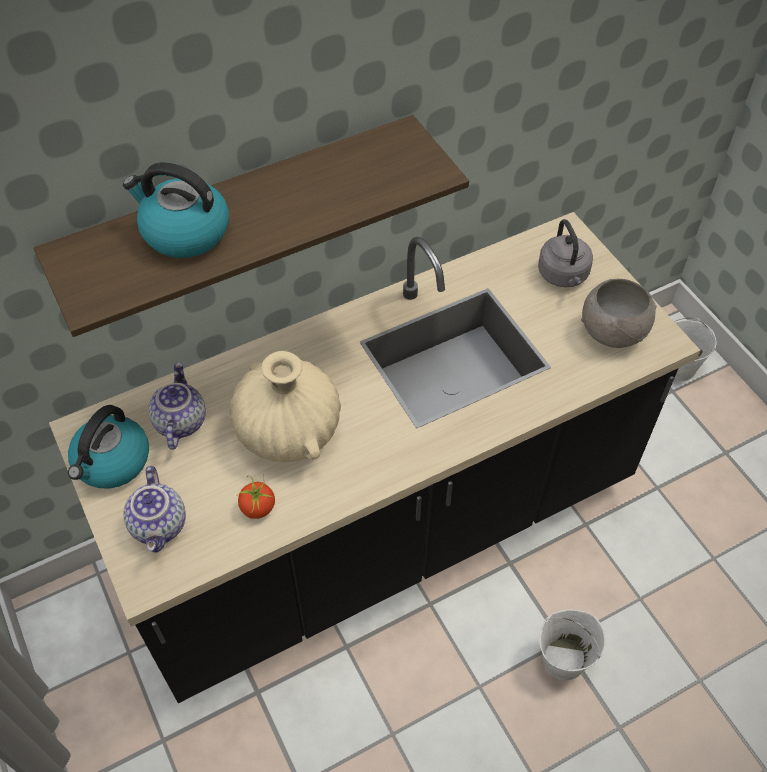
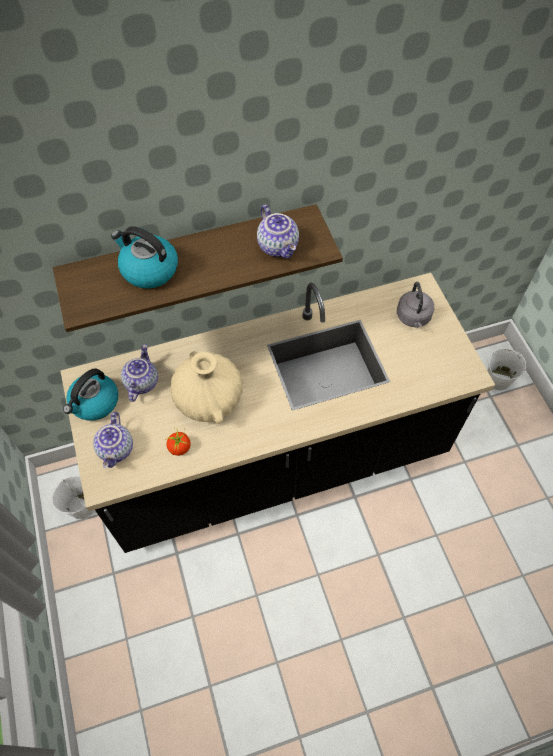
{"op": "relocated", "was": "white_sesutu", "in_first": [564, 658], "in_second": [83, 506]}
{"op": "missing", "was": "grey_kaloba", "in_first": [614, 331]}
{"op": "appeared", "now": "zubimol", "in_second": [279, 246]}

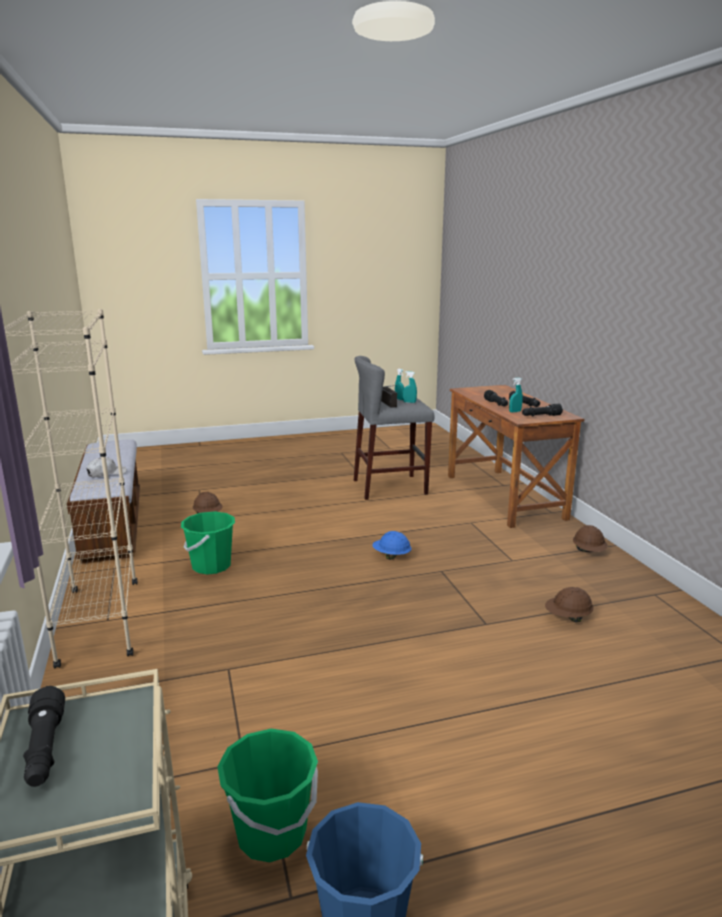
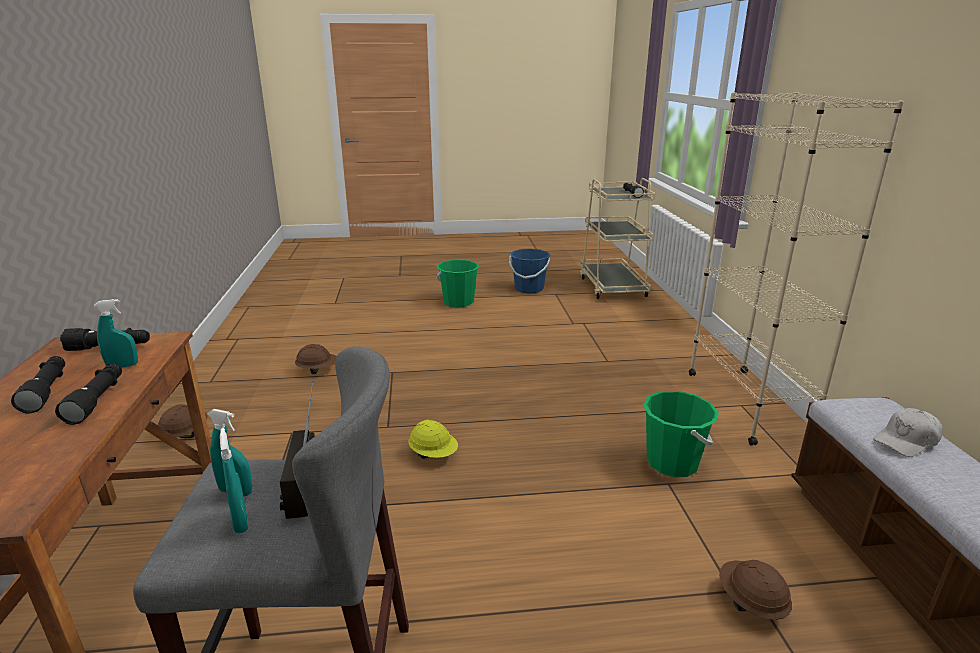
{"op": "relocated", "was": "green_sesutu", "in_first": [272, 833], "in_second": [458, 302]}
{"op": "colour", "was": "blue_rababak", "now": "yellow_rababak", "in_first": [391, 556], "in_second": [433, 454]}

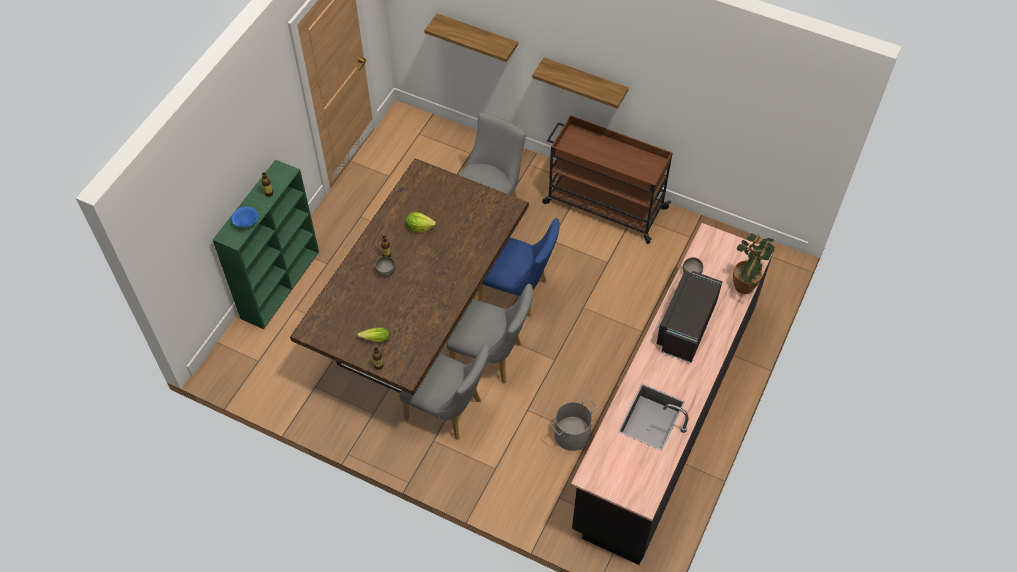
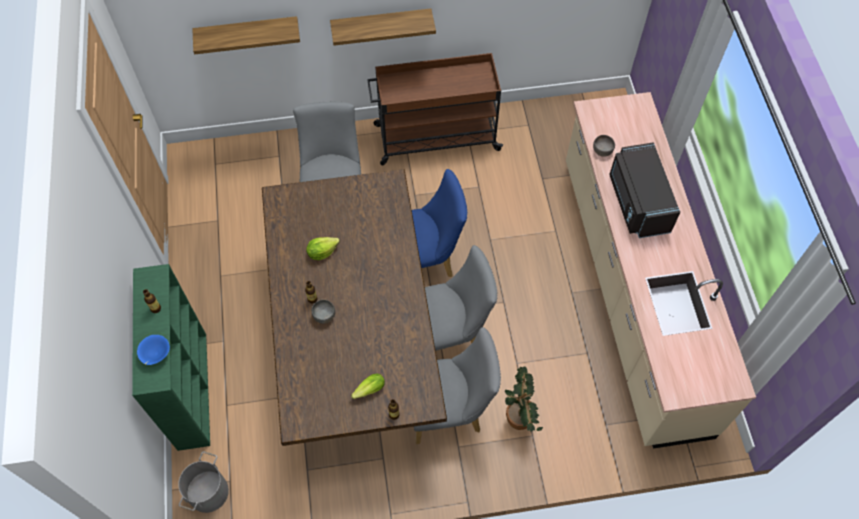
{"op": "relocated", "was": "grey_sesutu", "in_first": [571, 434], "in_second": [207, 492]}
{"op": "colour", "was": "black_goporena", "now": "beige_goporena", "in_first": [665, 415], "in_second": [631, 292]}
{"op": "relocated", "was": "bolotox", "in_first": [747, 283], "in_second": [520, 415]}

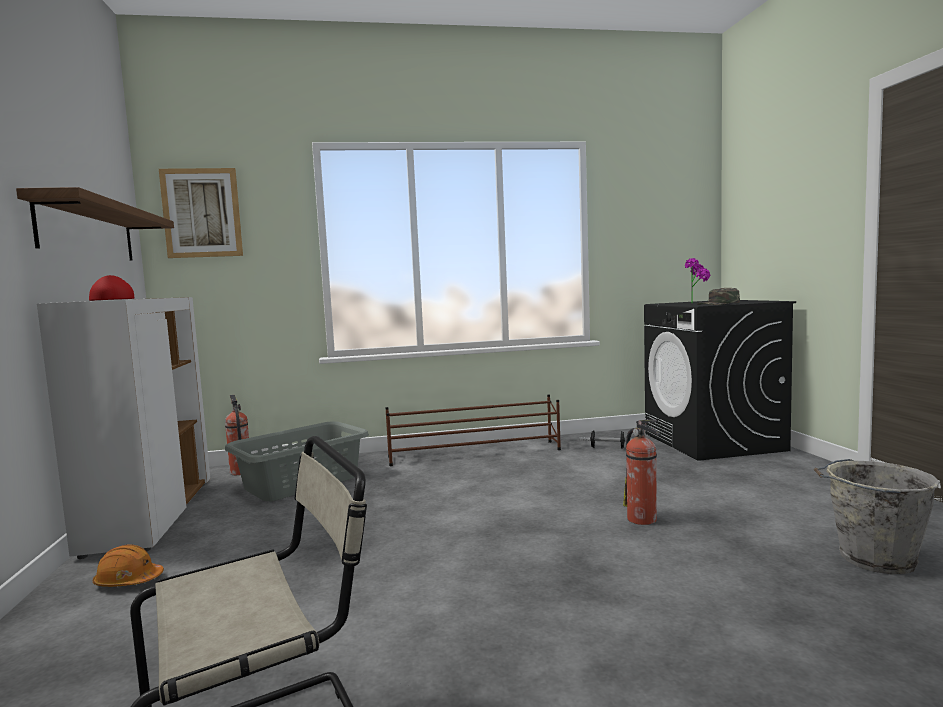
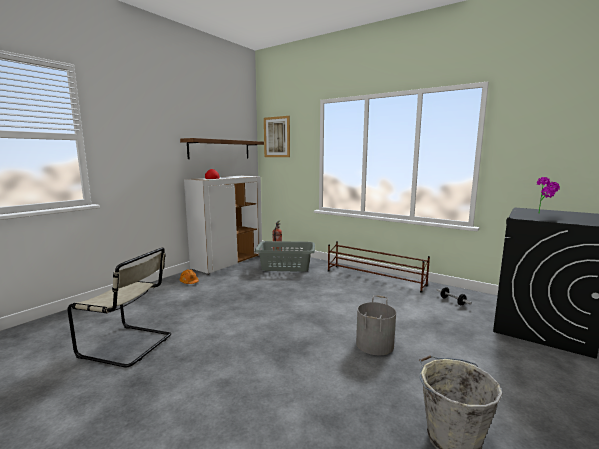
{"op": "exchanged", "was": "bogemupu", "now": "grey_sesutu", "in_first": [643, 519], "in_second": [374, 344]}
{"op": "missing", "was": "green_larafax", "in_first": [719, 304]}

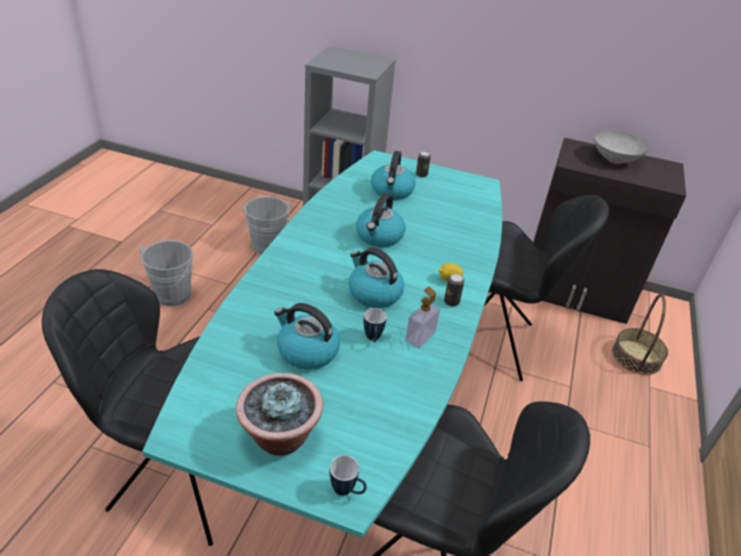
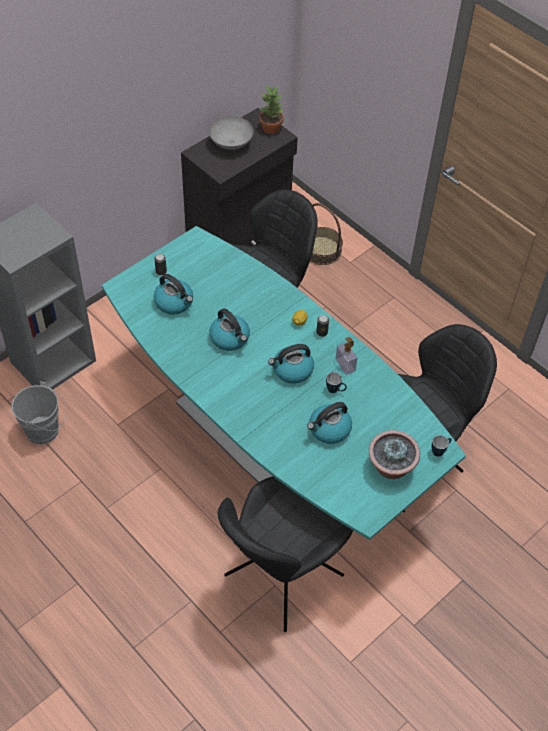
{"op": "missing", "was": "grey_sesutu", "in_first": [171, 297]}
{"op": "appeared", "now": "bolotox", "in_second": [271, 128]}

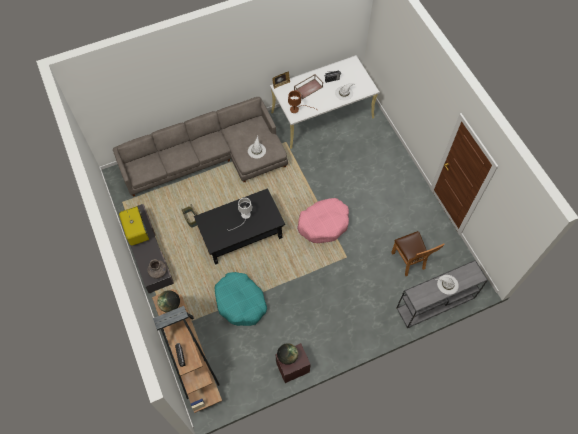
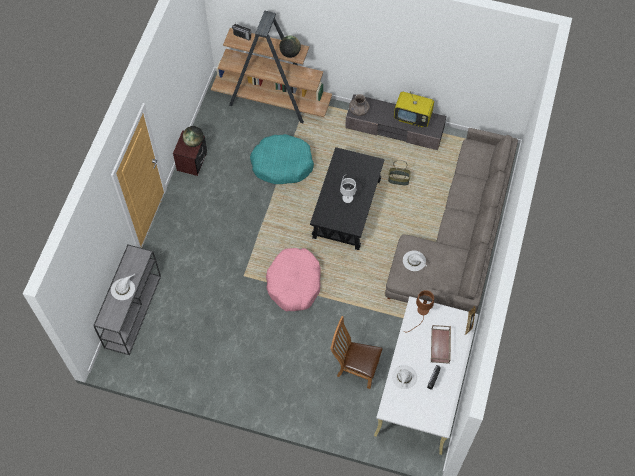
{"op": "relocated", "was": "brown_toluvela", "in_first": [409, 262], "in_second": [355, 368]}

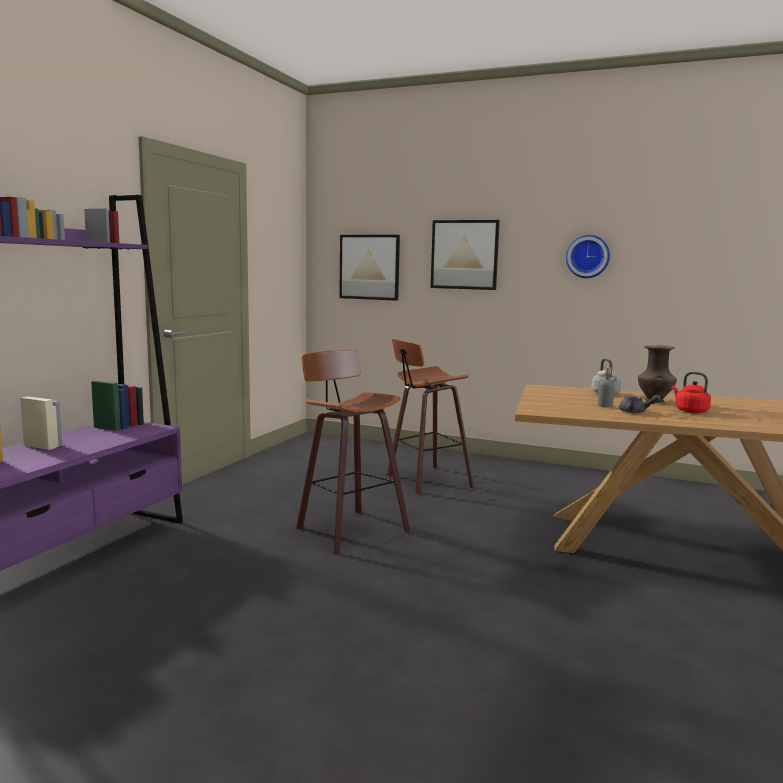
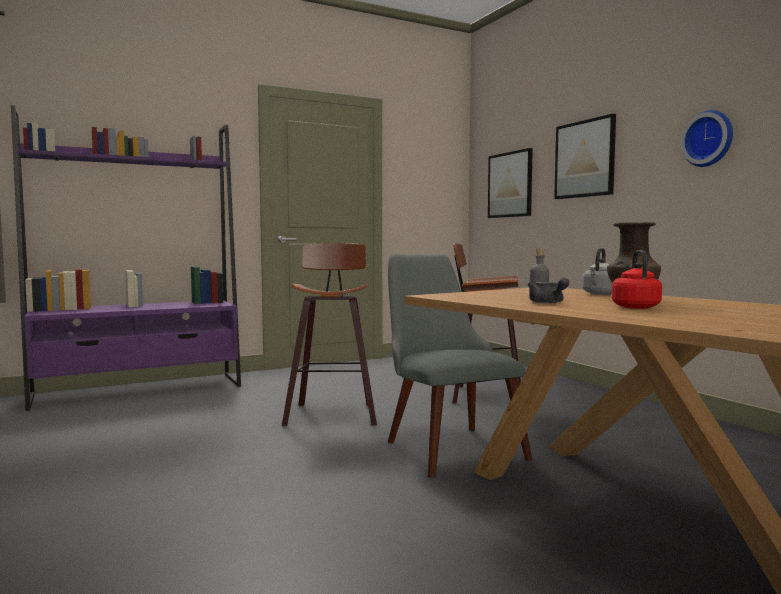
{"op": "appeared", "now": "grey_toluvela", "in_second": [445, 444]}

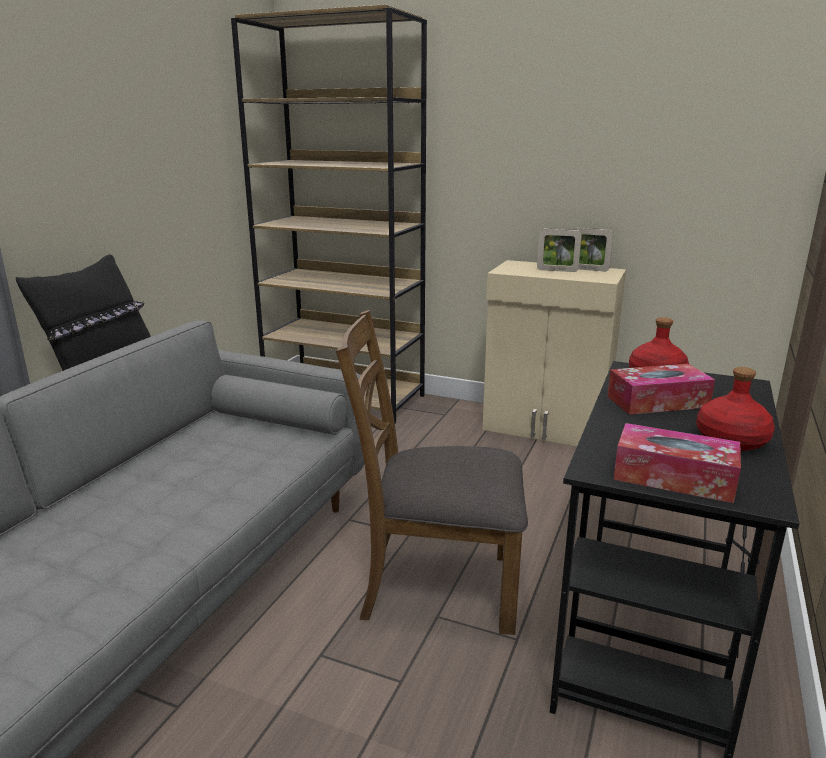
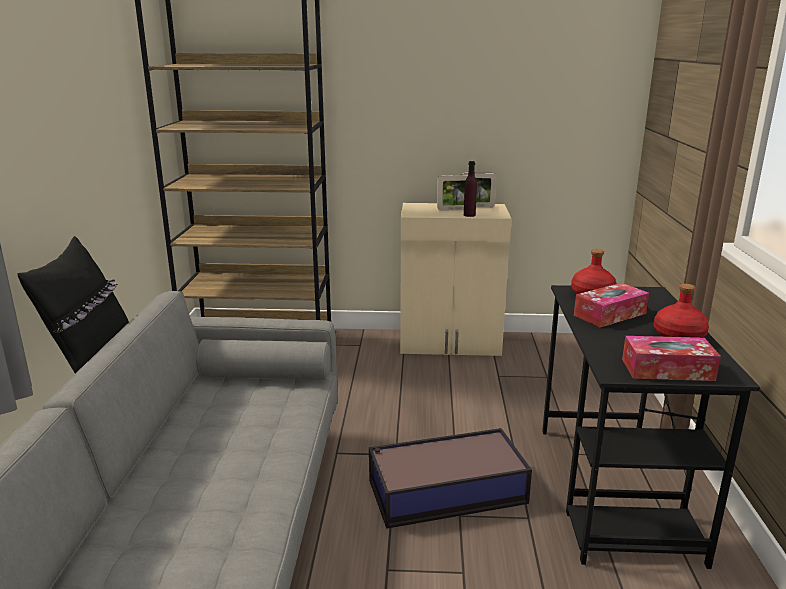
{"op": "exchanged", "was": "brown_toluvela", "now": "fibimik", "in_first": [437, 585], "in_second": [444, 491]}
{"op": "appeared", "now": "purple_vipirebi", "in_second": [469, 215]}

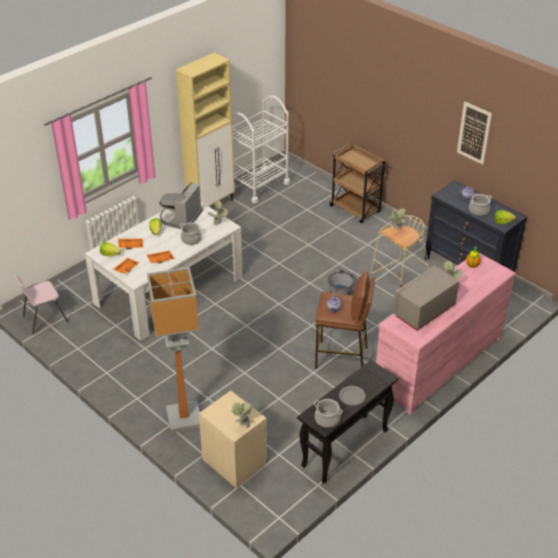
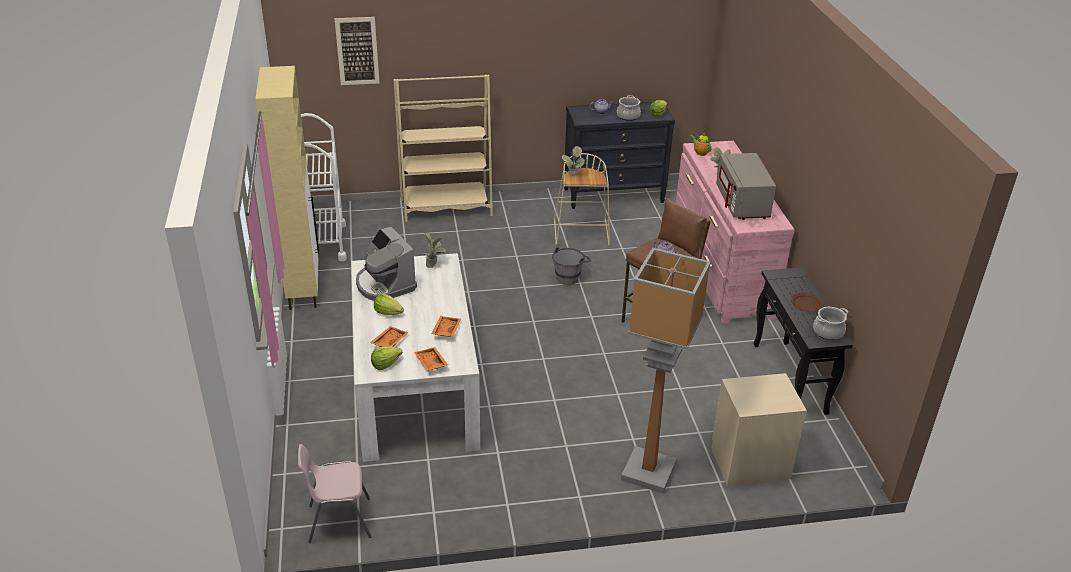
{"op": "spun", "was": "pink_toluvela", "in_first": [44, 319], "in_second": [339, 520], "clockwise": 75}
{"op": "missing", "was": "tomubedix", "in_first": [191, 239]}
{"op": "missing", "was": "bolotox", "in_first": [242, 425]}
{"op": "exchanged", "was": "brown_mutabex", "now": "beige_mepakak", "in_first": [356, 209], "in_second": [446, 208]}
{"op": "colour", "was": "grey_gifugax", "now": "brown_gifugax", "in_first": [352, 396], "in_second": [806, 303]}
{"op": "relocated", "was": "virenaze", "in_first": [474, 133], "in_second": [357, 51]}

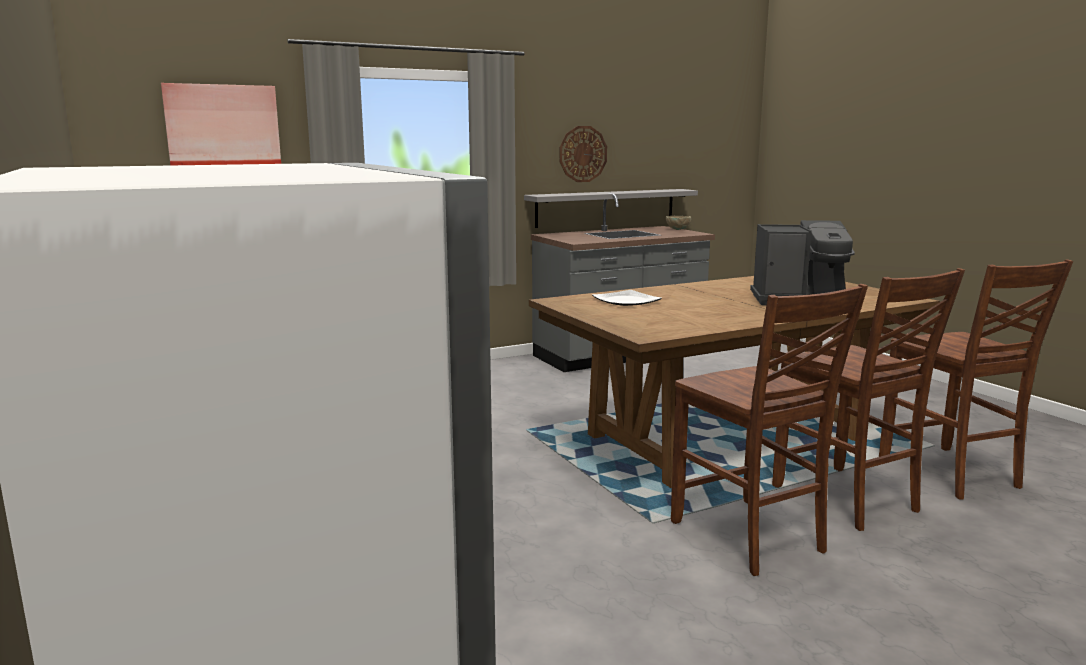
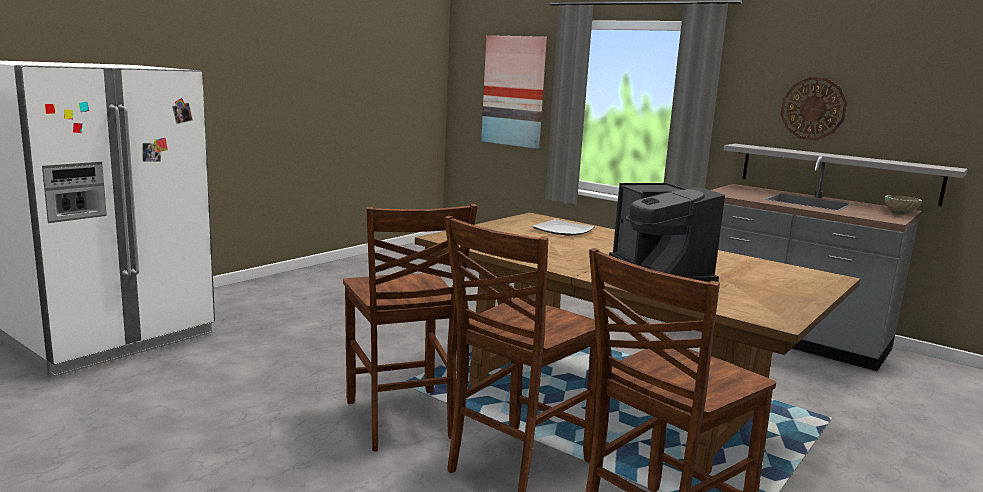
{"op": "spun", "was": "brown_toluvela", "in_first": [749, 537], "in_second": [401, 421], "clockwise": -60}

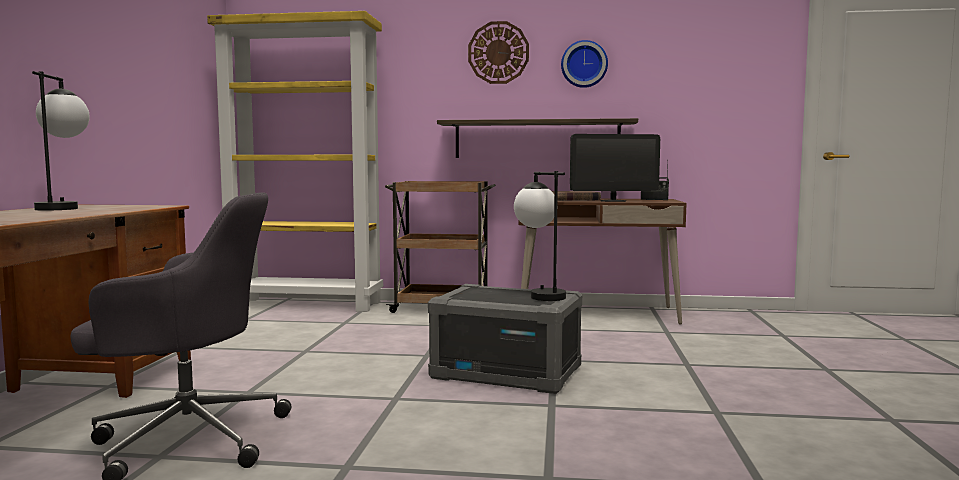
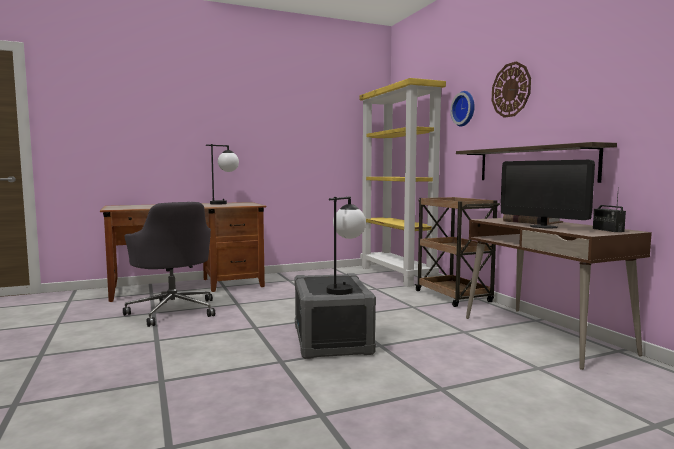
{"op": "relocated", "was": "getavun", "in_first": [584, 64], "in_second": [465, 109]}

